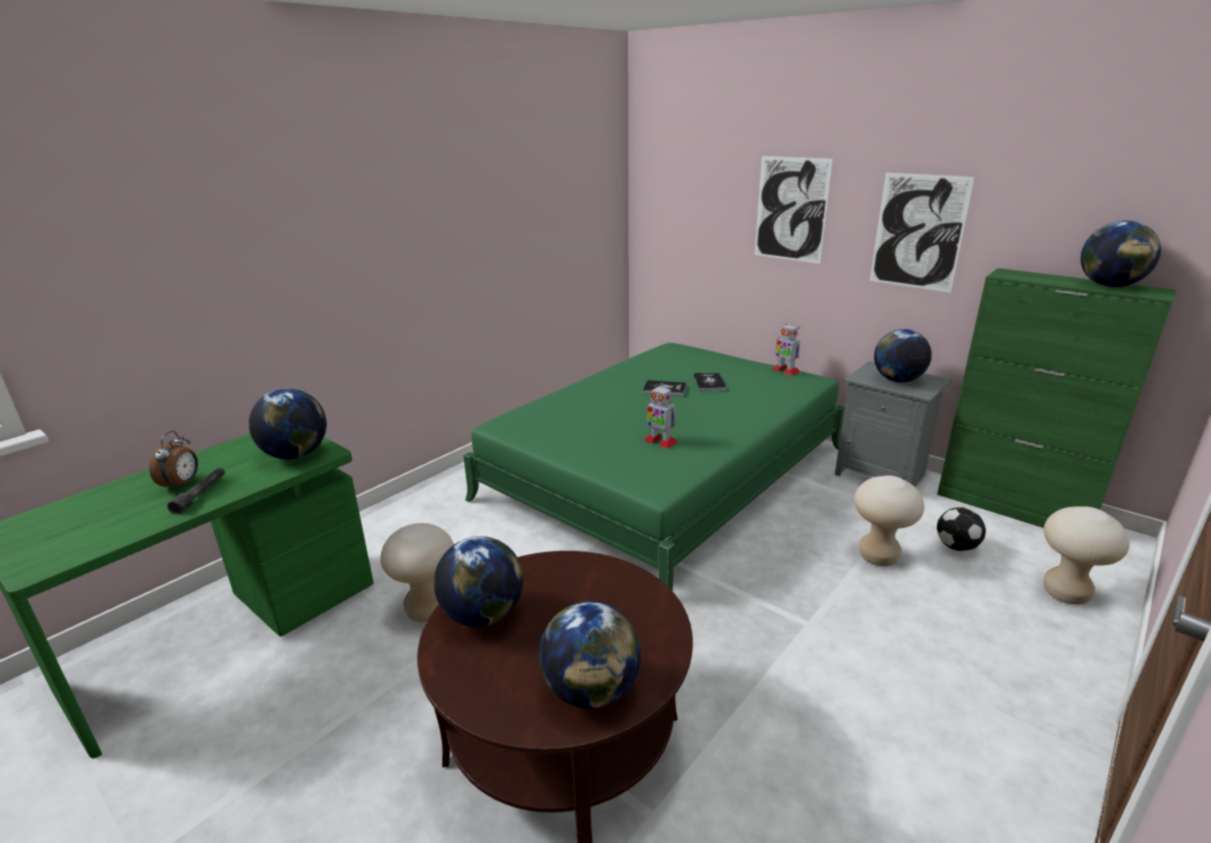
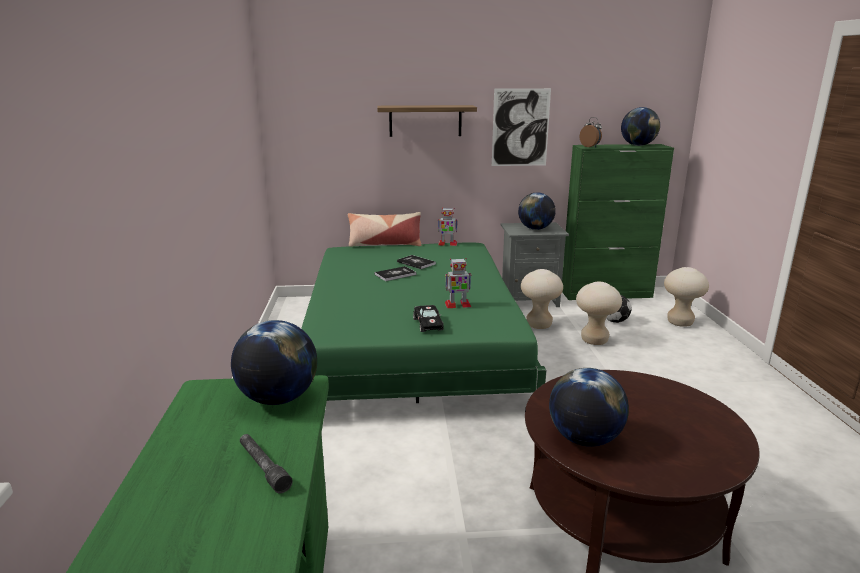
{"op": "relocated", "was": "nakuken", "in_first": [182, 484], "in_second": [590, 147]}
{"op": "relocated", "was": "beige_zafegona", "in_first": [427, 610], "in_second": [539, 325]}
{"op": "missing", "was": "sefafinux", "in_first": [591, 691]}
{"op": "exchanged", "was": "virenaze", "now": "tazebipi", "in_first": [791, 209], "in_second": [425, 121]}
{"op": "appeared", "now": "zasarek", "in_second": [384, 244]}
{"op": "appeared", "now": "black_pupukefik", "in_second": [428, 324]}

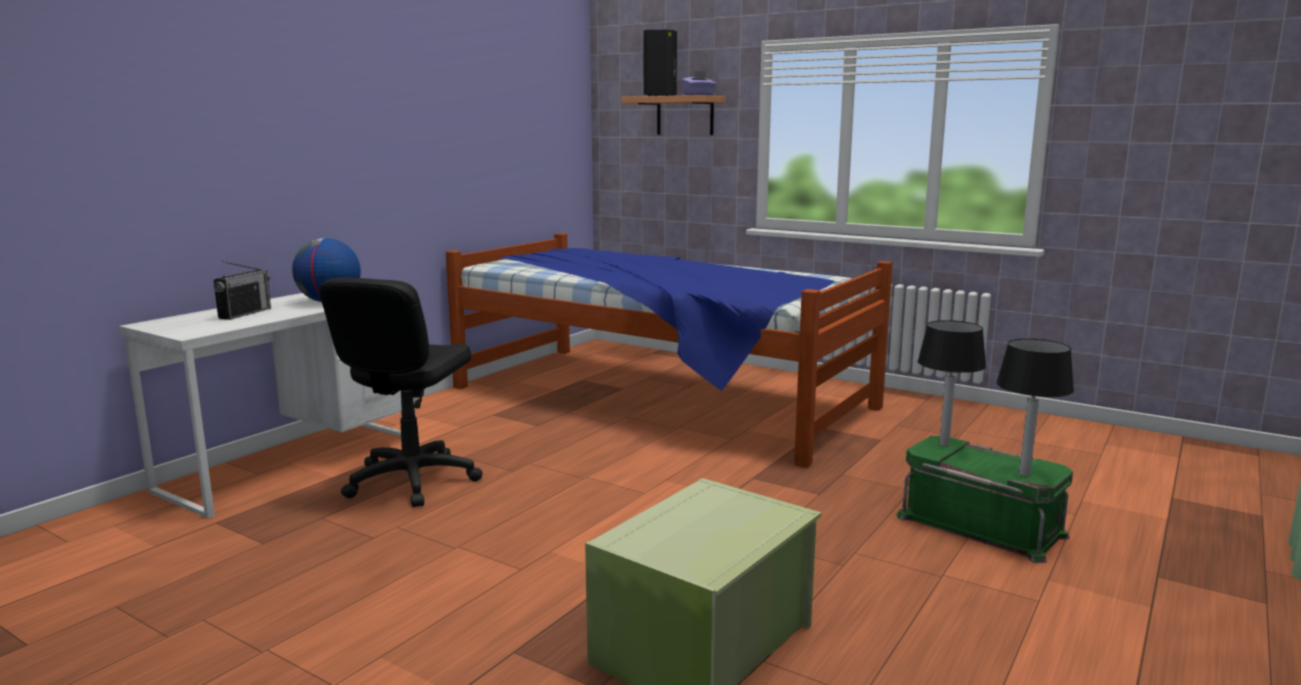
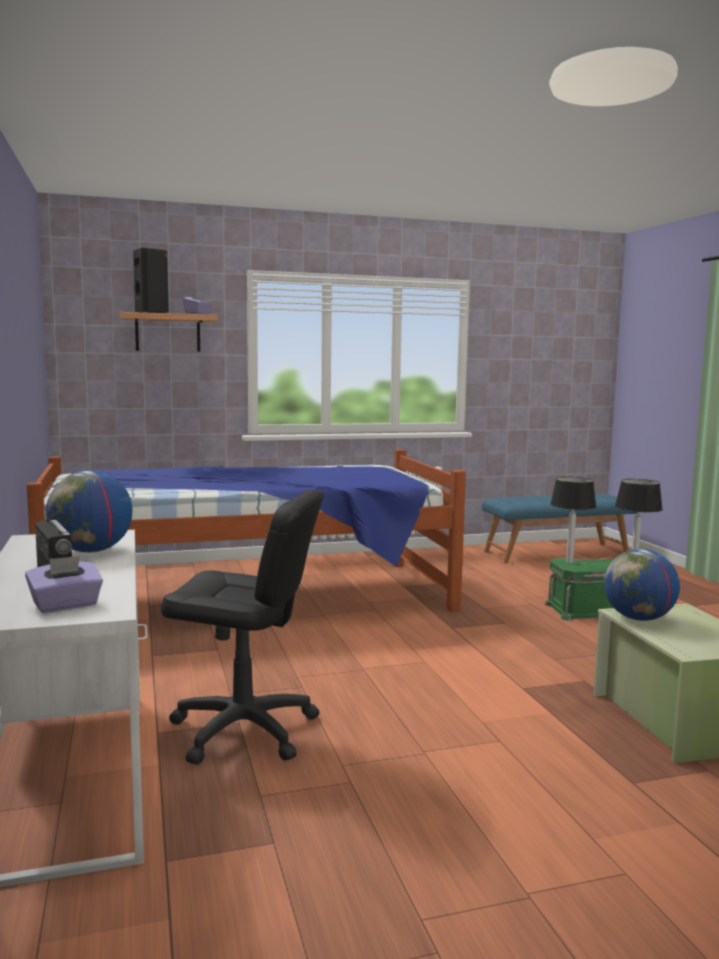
{"op": "spun", "was": "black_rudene", "in_first": [411, 480], "in_second": [244, 730], "clockwise": -45}
{"op": "appeared", "now": "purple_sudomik", "in_second": [66, 605]}
{"op": "appeared", "now": "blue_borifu", "in_second": [556, 553]}
{"op": "appeared", "now": "sefafinux", "in_second": [638, 618]}

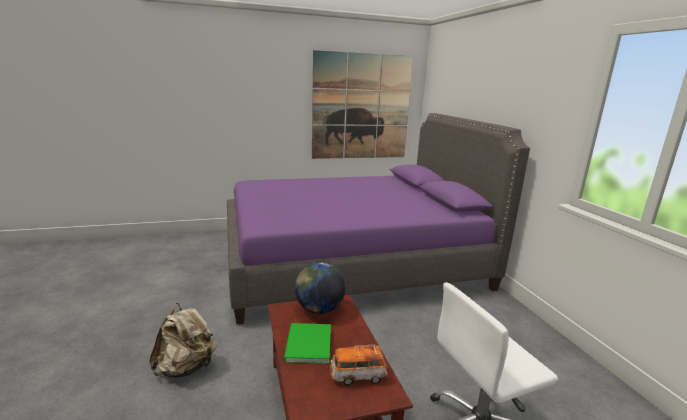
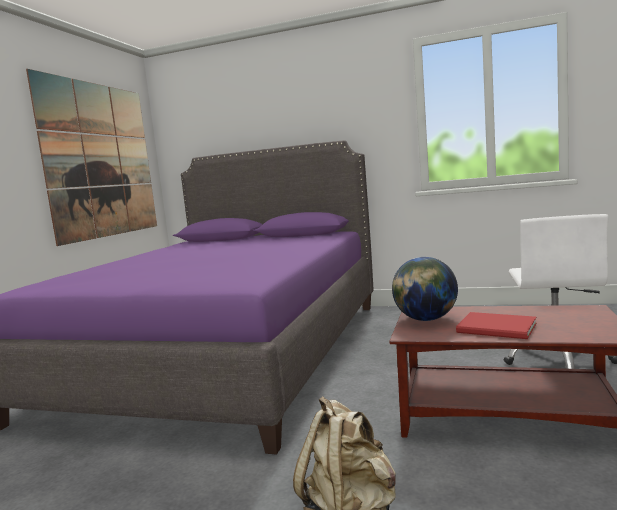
{"op": "colour", "was": "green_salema", "now": "red_salema", "in_first": [307, 345], "in_second": [498, 328]}
{"op": "missing", "was": "pupukefik", "in_first": [357, 376]}

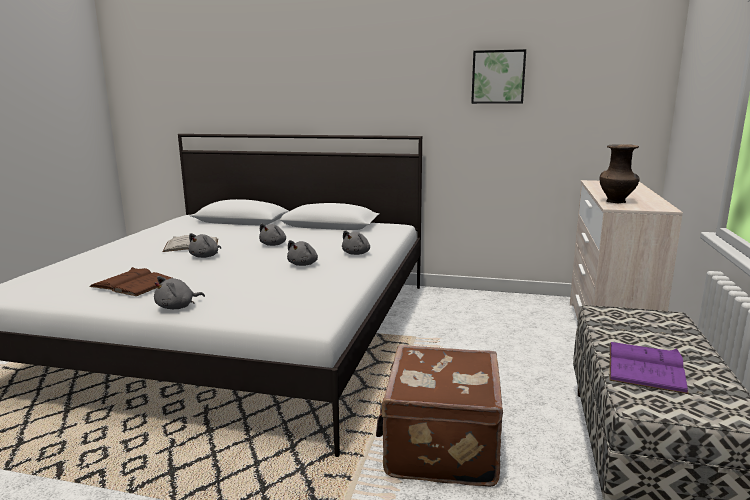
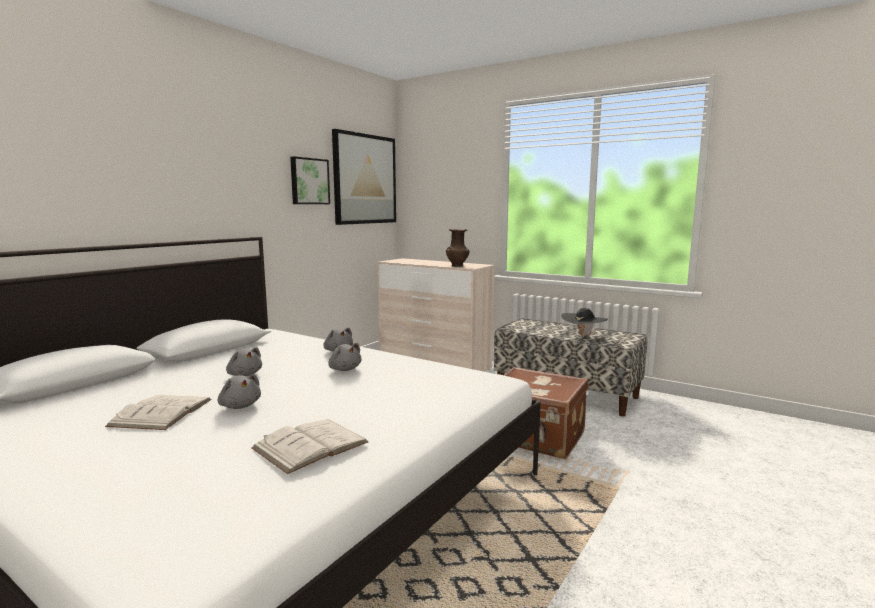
{"op": "colour", "was": "brown_salema", "now": "white_salema", "in_first": [133, 283], "in_second": [310, 445]}
{"op": "missing", "was": "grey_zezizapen", "in_first": [177, 307]}
{"op": "exchanged", "was": "purple_salema", "now": "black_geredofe", "in_first": [645, 366], "in_second": [583, 335]}
{"op": "appeared", "now": "virenaze", "in_second": [365, 179]}

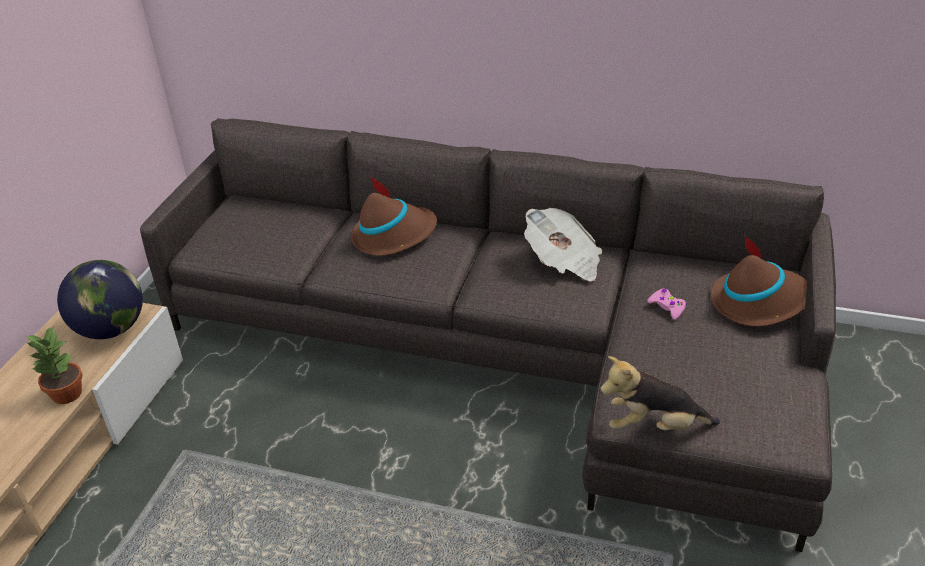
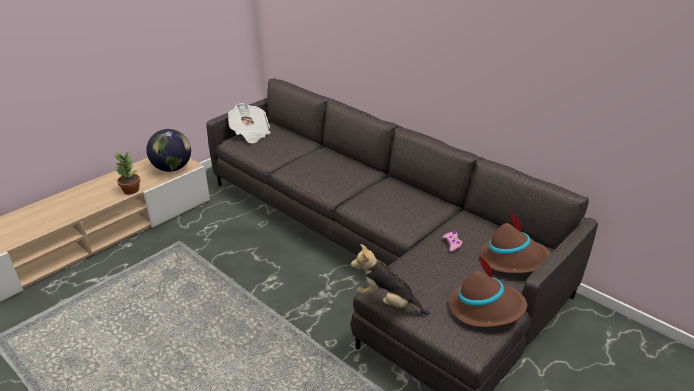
{"op": "relocated", "was": "brown_geredofe", "in_first": [394, 235], "in_second": [486, 308]}
{"op": "relocated", "was": "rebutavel", "in_first": [563, 262], "in_second": [250, 133]}

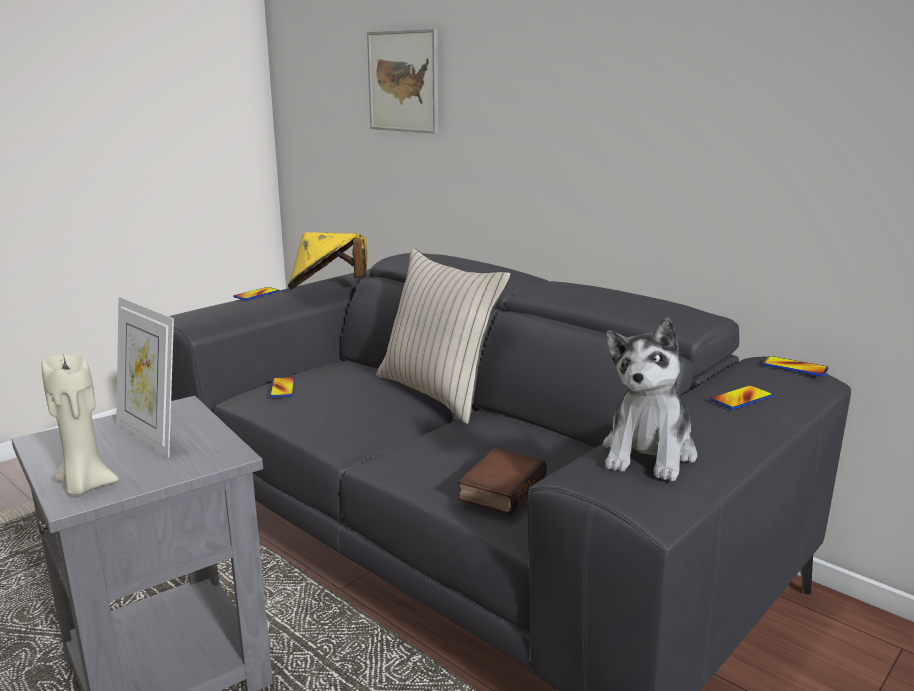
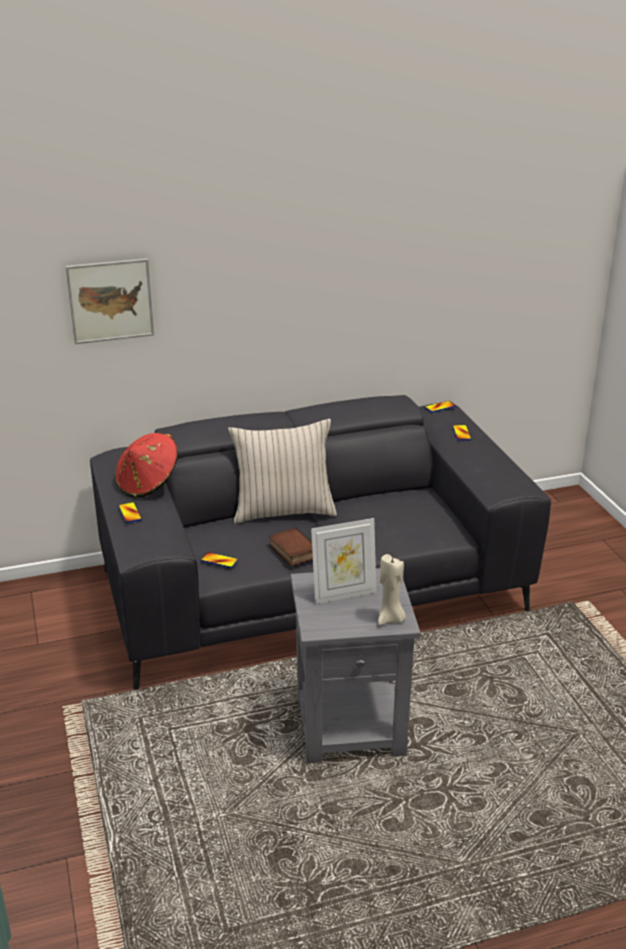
{"op": "colour", "was": "yellow_geredofe", "now": "red_geredofe", "in_first": [326, 288], "in_second": [148, 484]}
{"op": "relocated", "was": "salema", "in_first": [500, 487], "in_second": [292, 551]}
{"op": "missing", "was": "zezizapen", "in_first": [649, 453]}

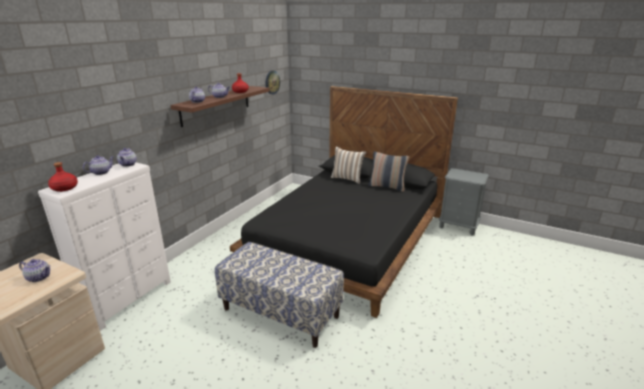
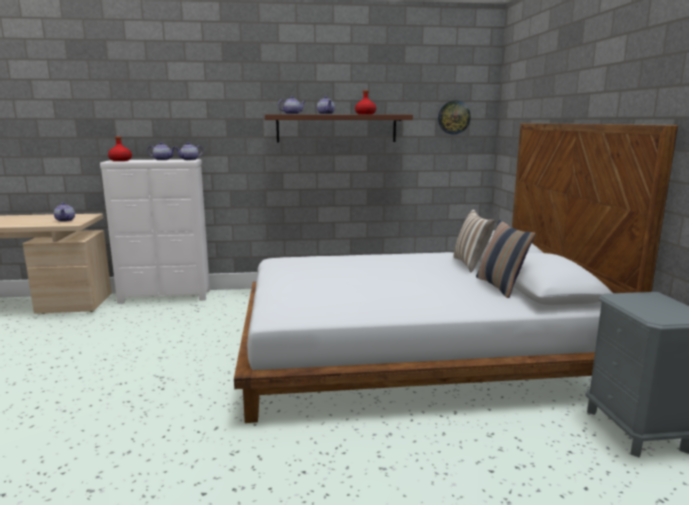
{"op": "missing", "was": "borifu", "in_first": [281, 312]}
{"op": "colour", "was": "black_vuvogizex", "now": "white_vuvogizex", "in_first": [349, 239], "in_second": [409, 350]}

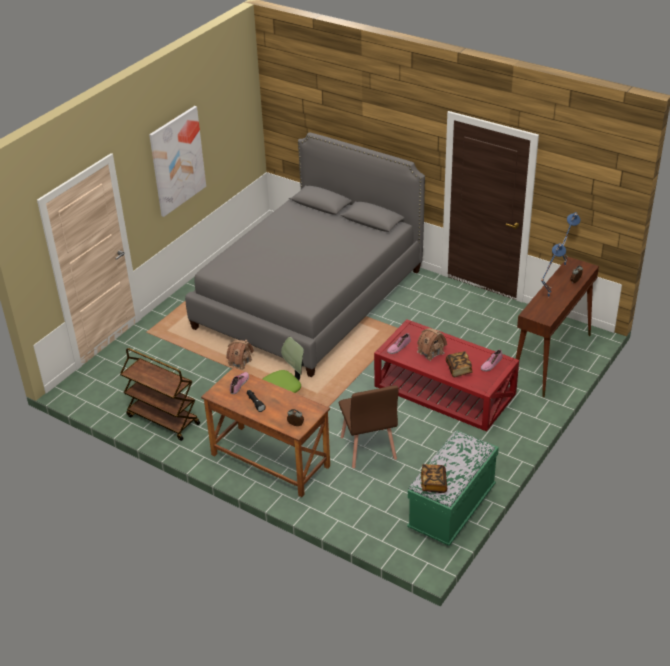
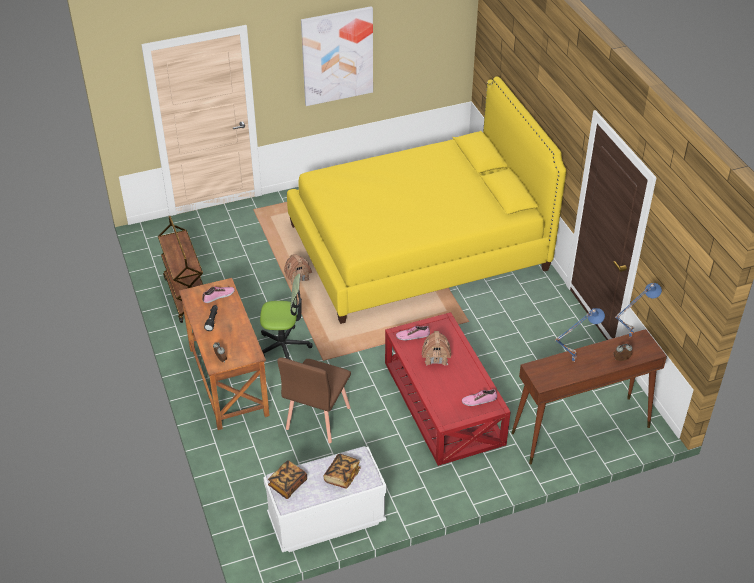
{"op": "colour", "was": "grey_vuvogizex", "now": "yellow_vuvogizex", "in_first": [310, 298], "in_second": [418, 247]}
{"op": "colour", "was": "green_borifu", "now": "white_borifu", "in_first": [452, 509], "in_second": [326, 520]}
{"op": "relocated", "was": "salema", "in_first": [459, 369], "in_second": [342, 476]}

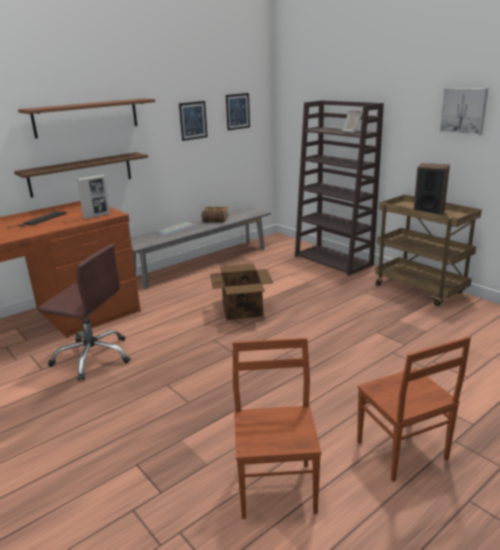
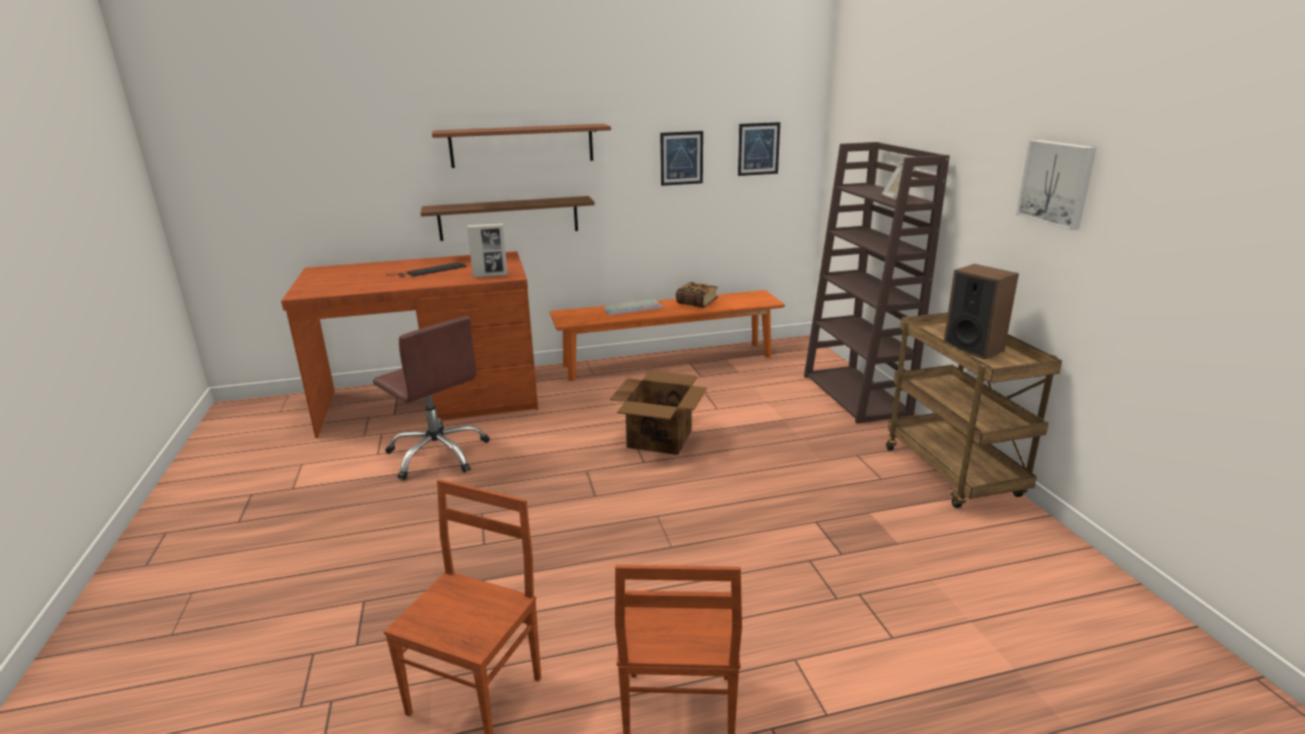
{"op": "colour", "was": "grey_borifu", "now": "orange_borifu", "in_first": [201, 264], "in_second": [668, 361]}

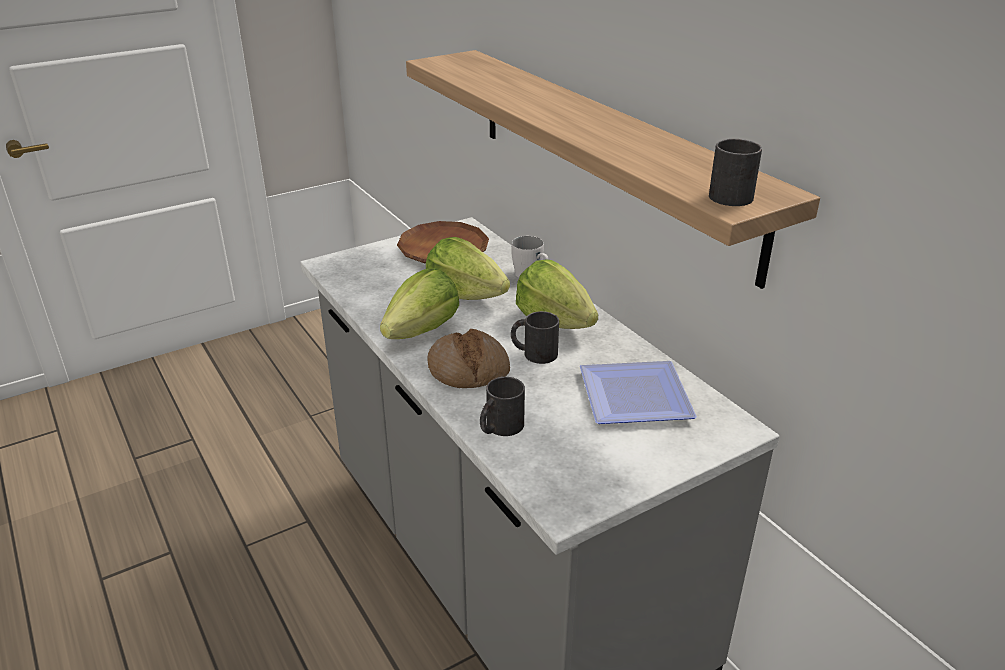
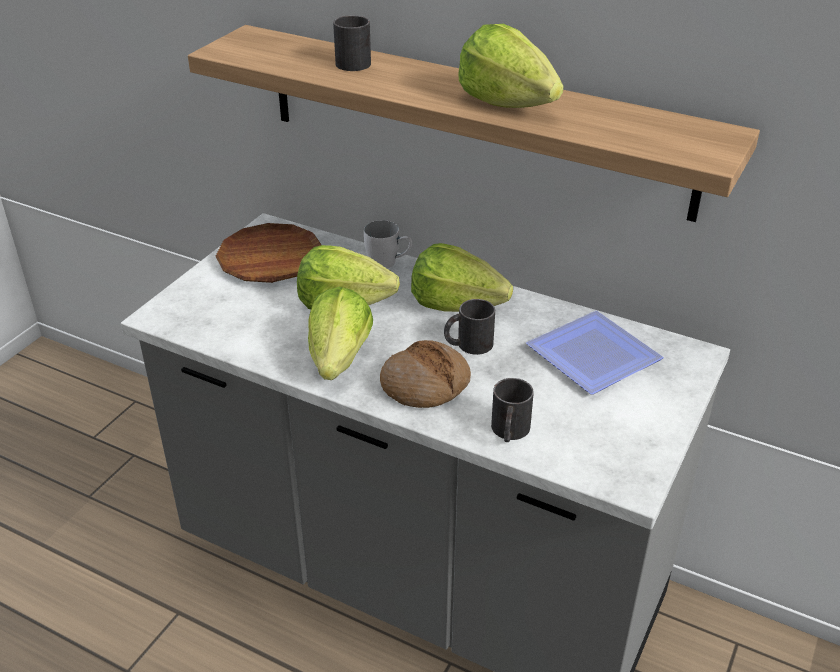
{"op": "relocated", "was": "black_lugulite", "in_first": [732, 193], "in_second": [352, 61]}
{"op": "appeared", "now": "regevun", "in_second": [506, 102]}

